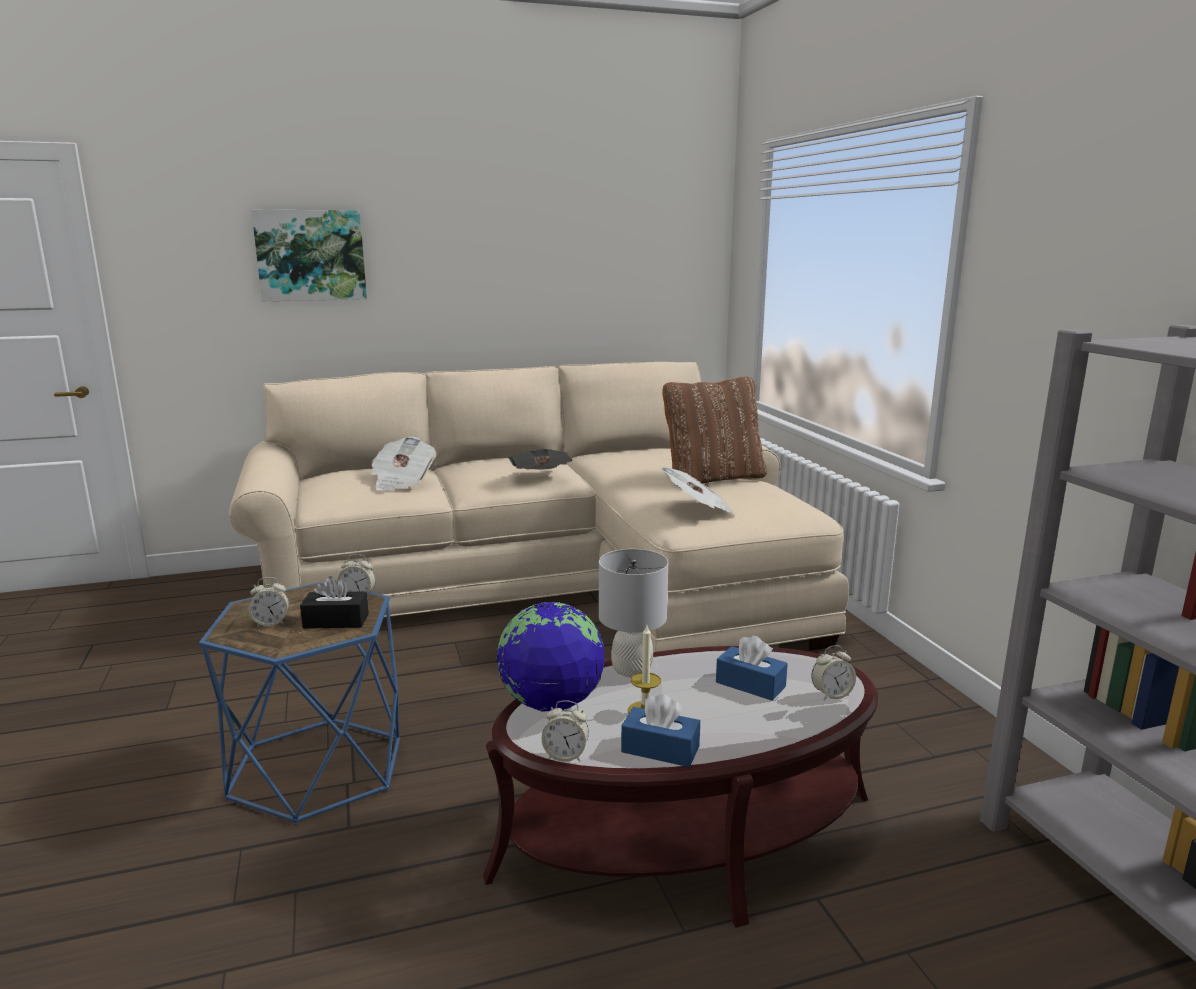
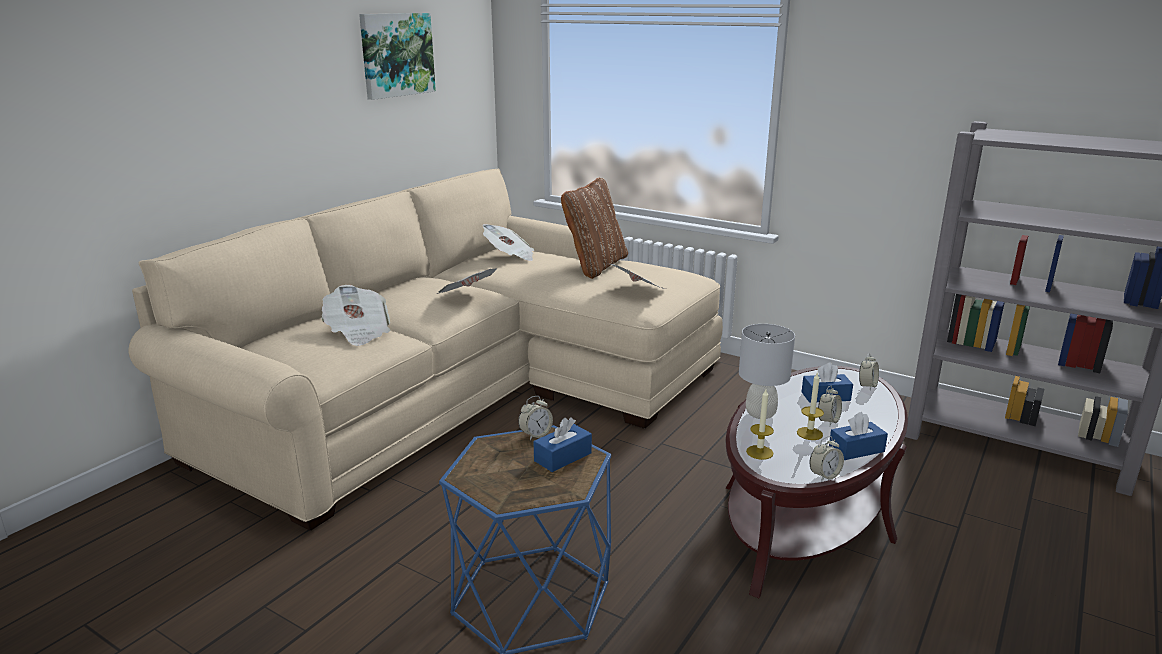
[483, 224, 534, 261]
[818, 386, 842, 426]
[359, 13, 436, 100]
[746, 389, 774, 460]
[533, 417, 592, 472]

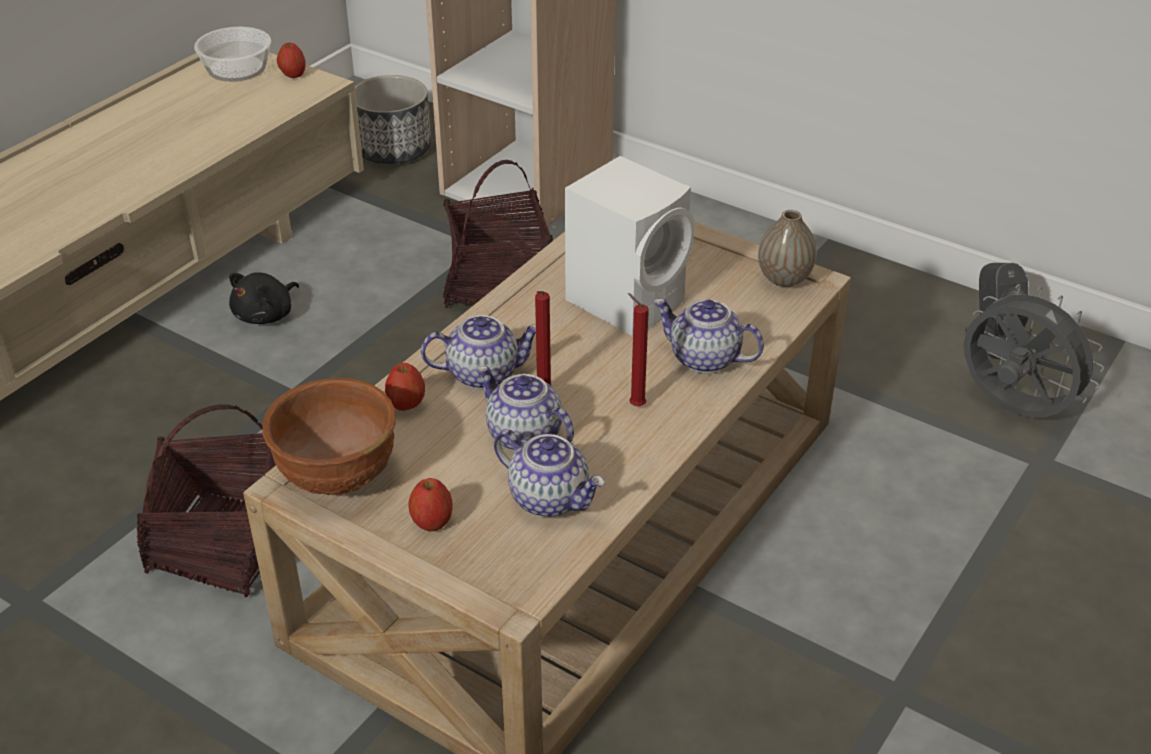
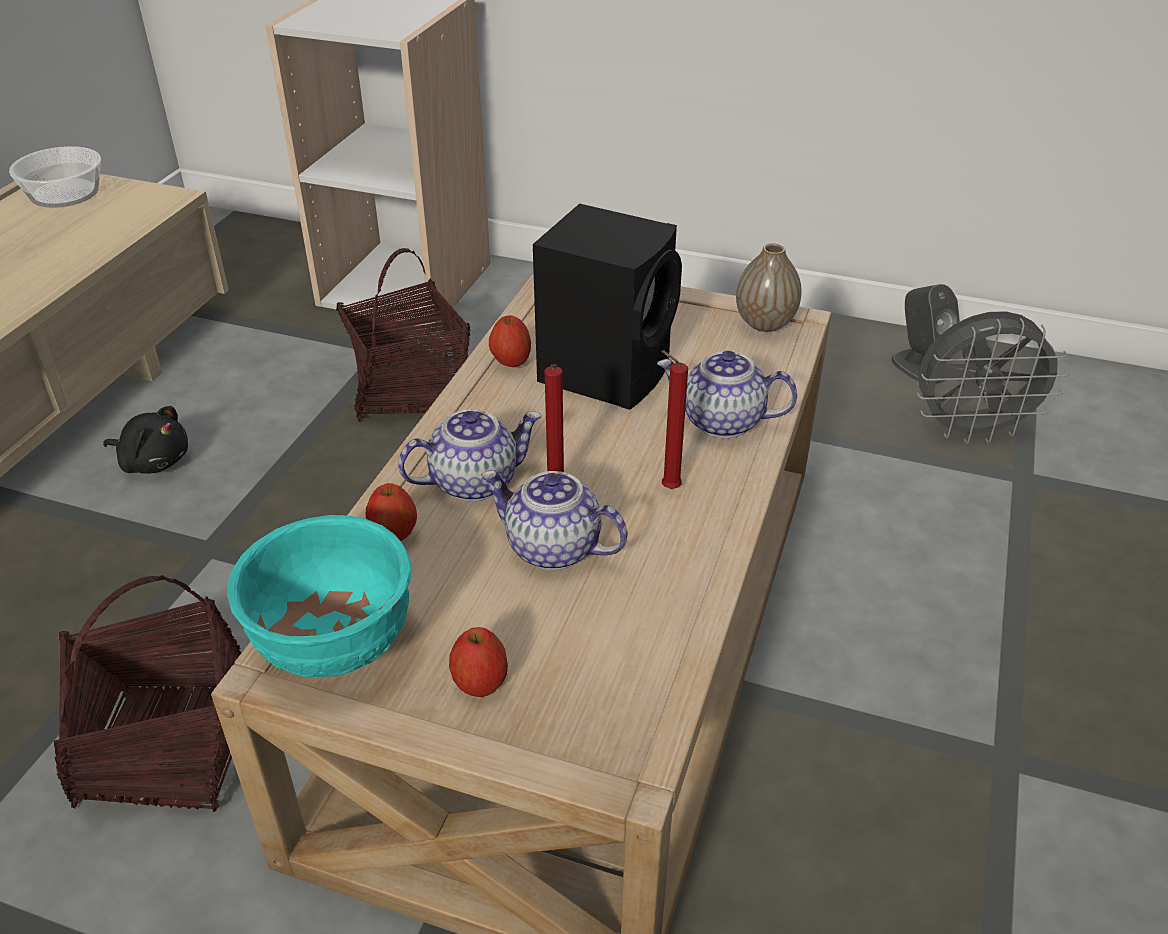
[355, 75, 431, 164] (first image)
[494, 430, 605, 517] (first image)
[489, 315, 531, 367]
[227, 515, 412, 678]
[533, 203, 682, 410]
[103, 406, 188, 474]
[917, 311, 1069, 444]

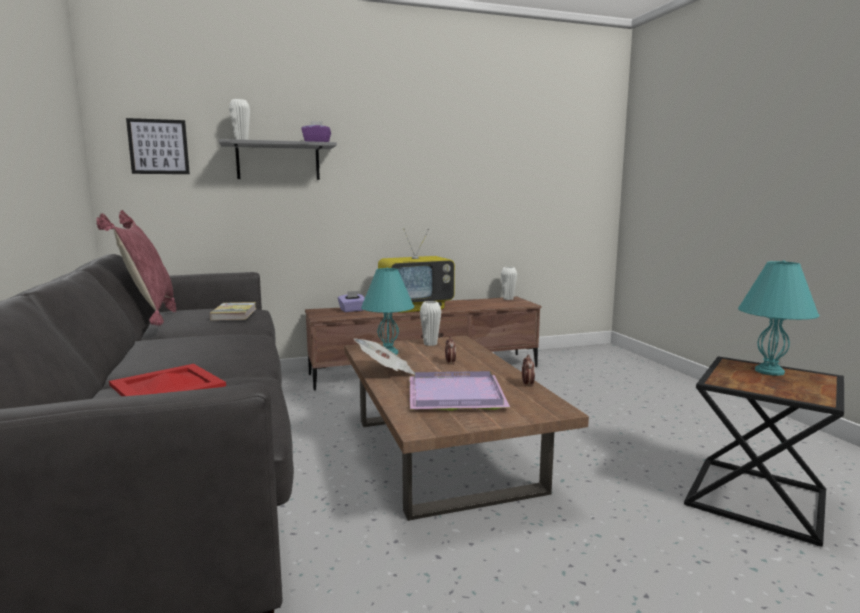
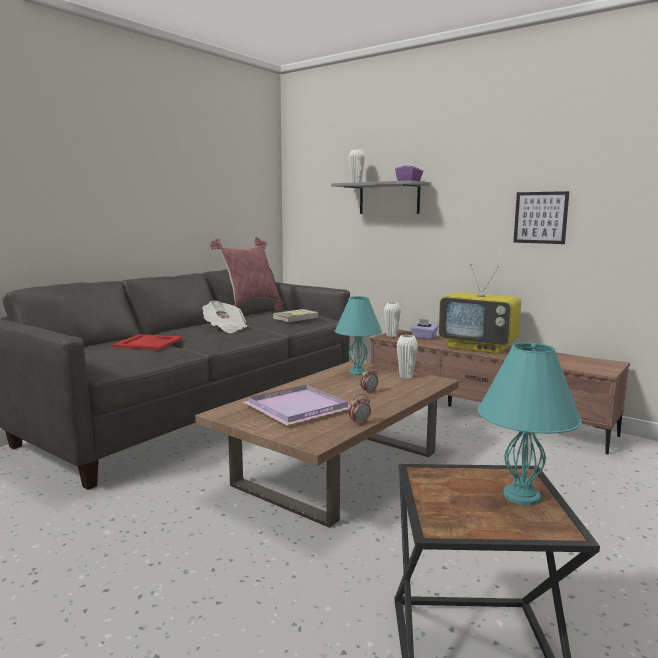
[513, 191, 569, 244]
[202, 301, 247, 333]
[384, 302, 401, 337]

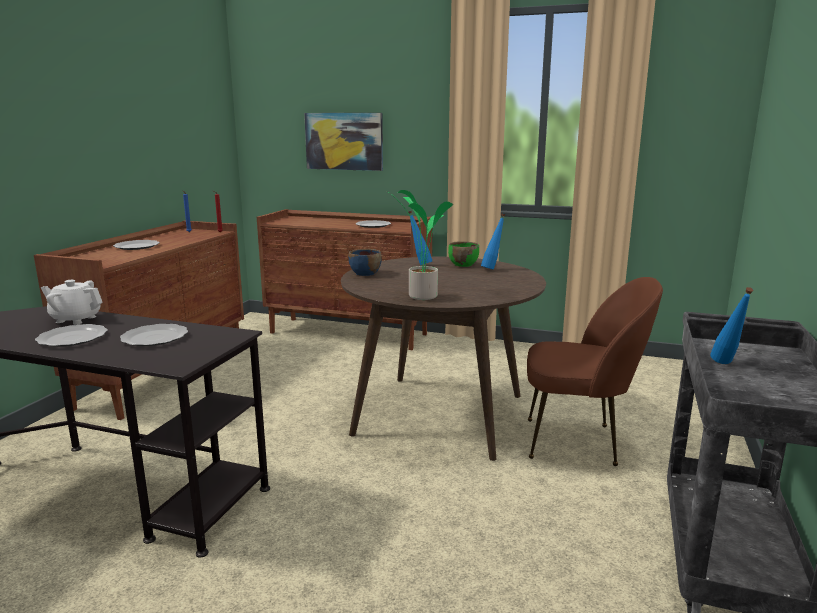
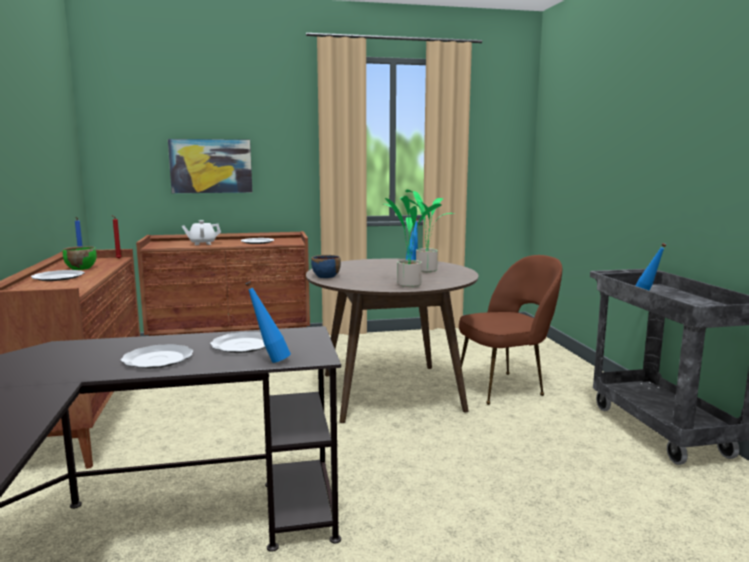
[405, 190, 454, 272]
[182, 220, 221, 245]
[245, 281, 291, 363]
[63, 246, 97, 270]

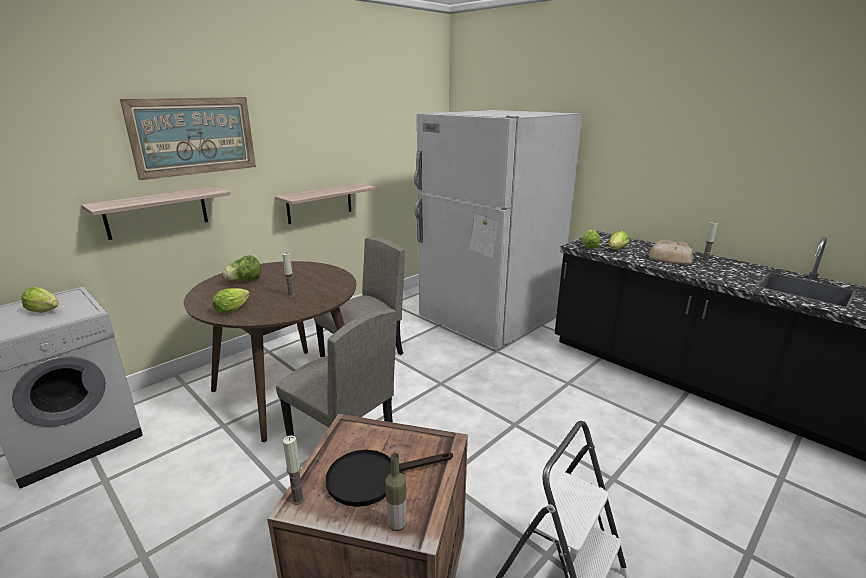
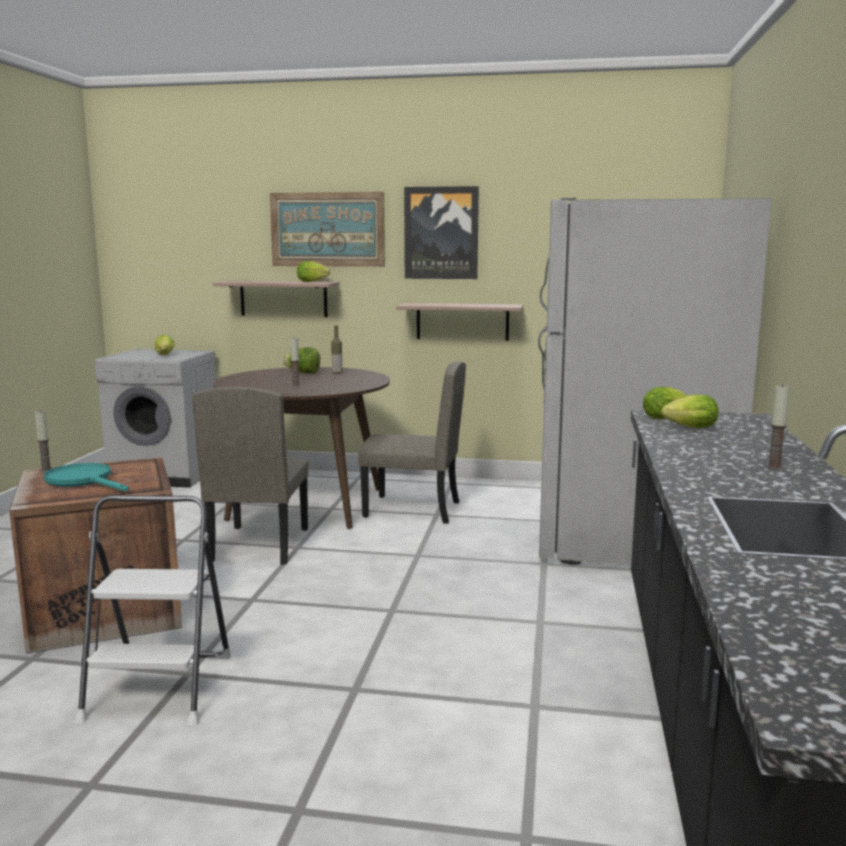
[649, 240, 694, 264] (first image)
[404, 186, 479, 279]
[297, 261, 330, 282]
[331, 326, 342, 374]
[44, 463, 129, 491]

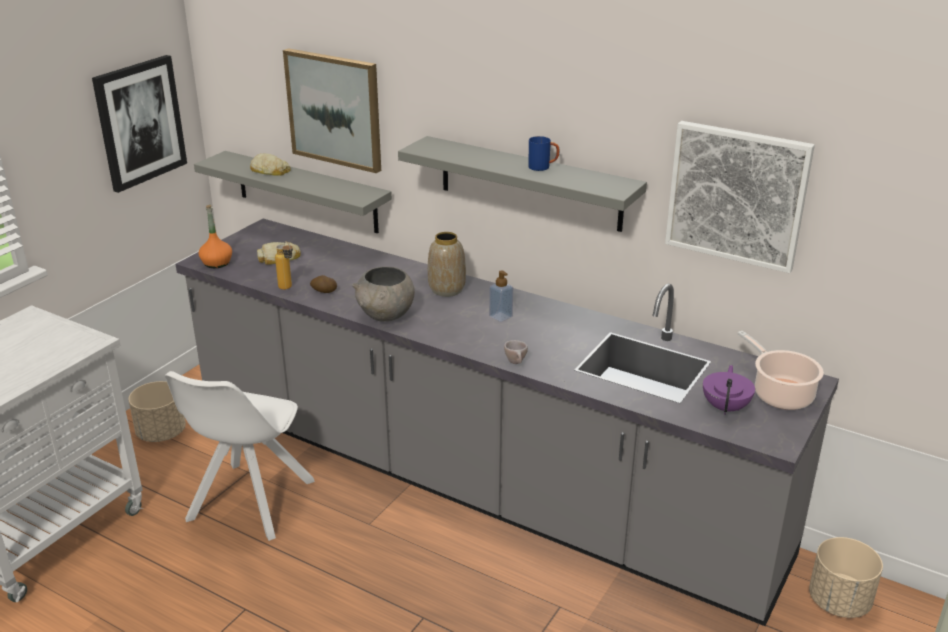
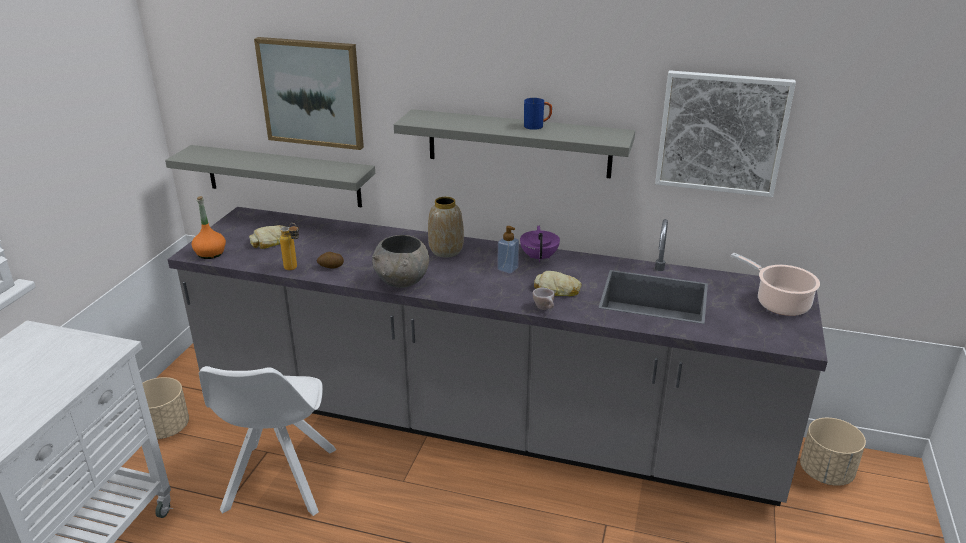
[92, 55, 187, 193] (first image)
[534, 271, 581, 296]
[520, 225, 560, 262]

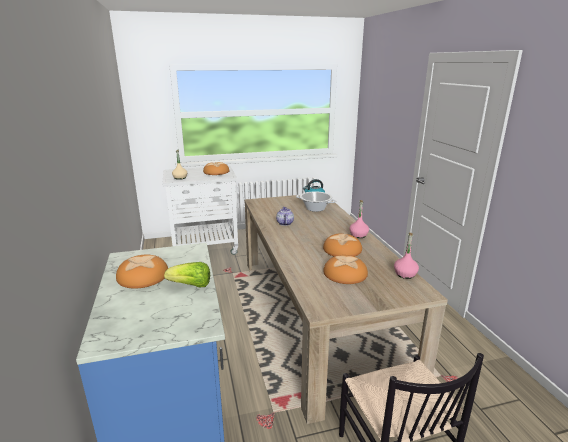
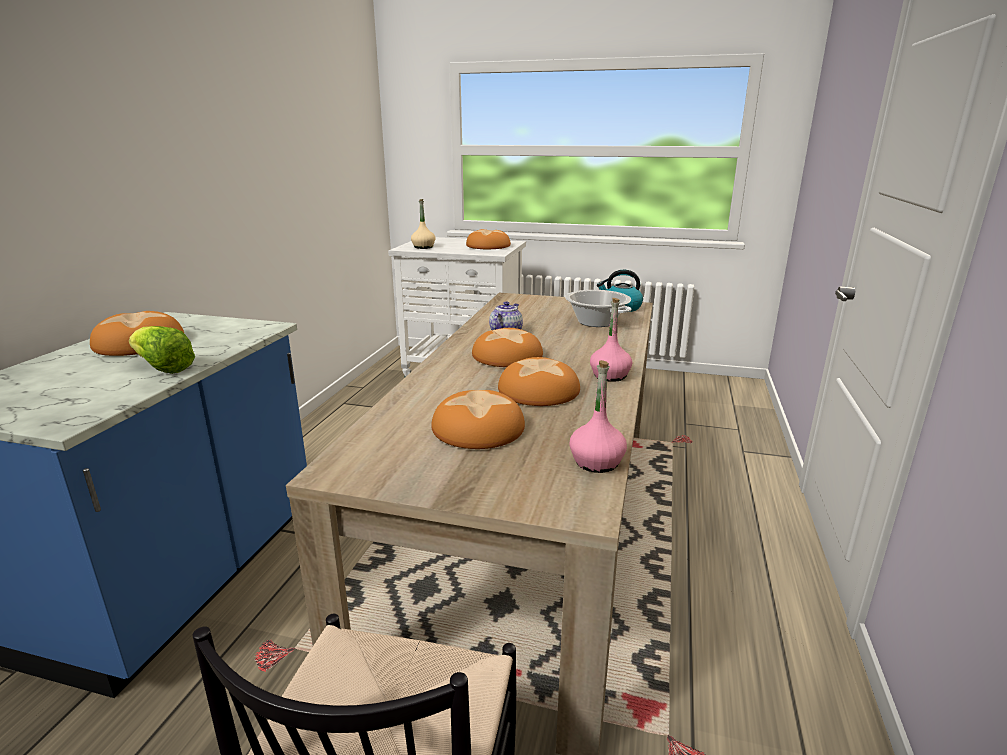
[472, 328, 543, 367]

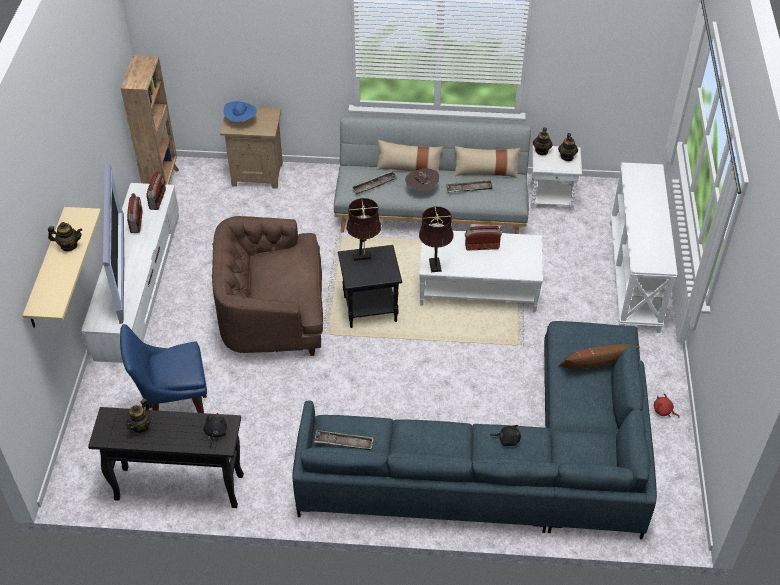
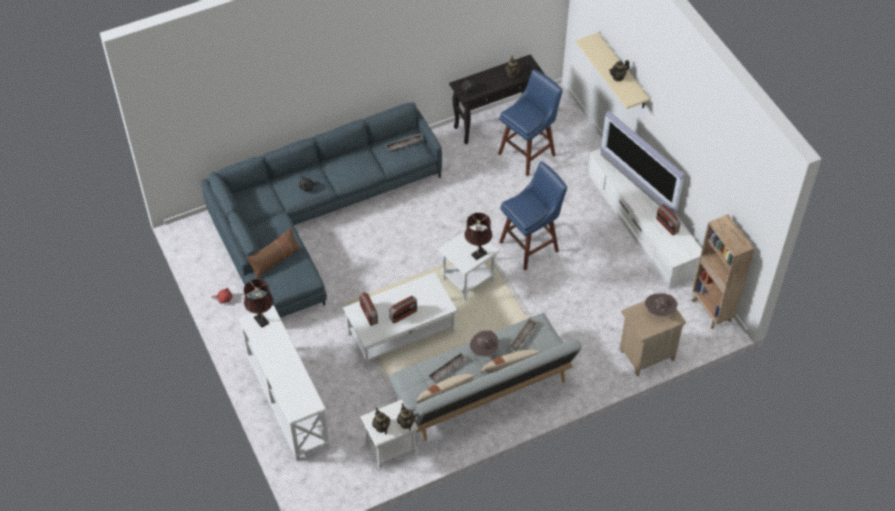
[359, 292, 378, 326]
[244, 279, 273, 328]
[499, 162, 567, 270]
[645, 293, 678, 317]
[438, 226, 499, 301]

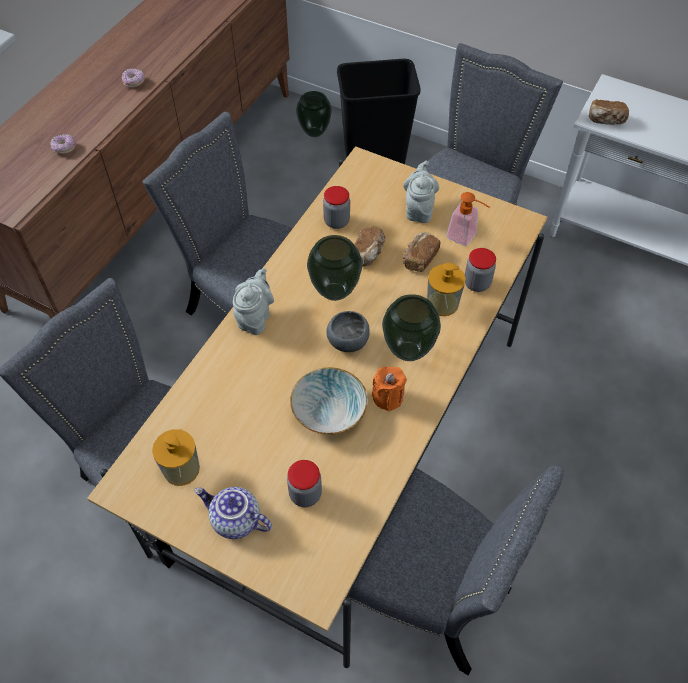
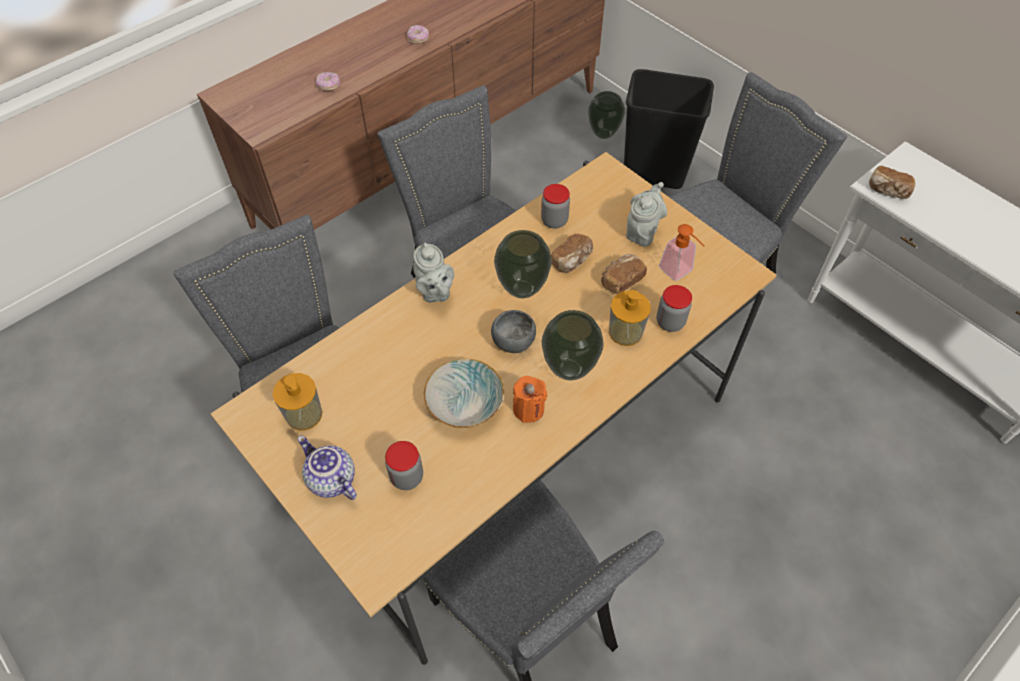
[413, 243, 454, 303]

